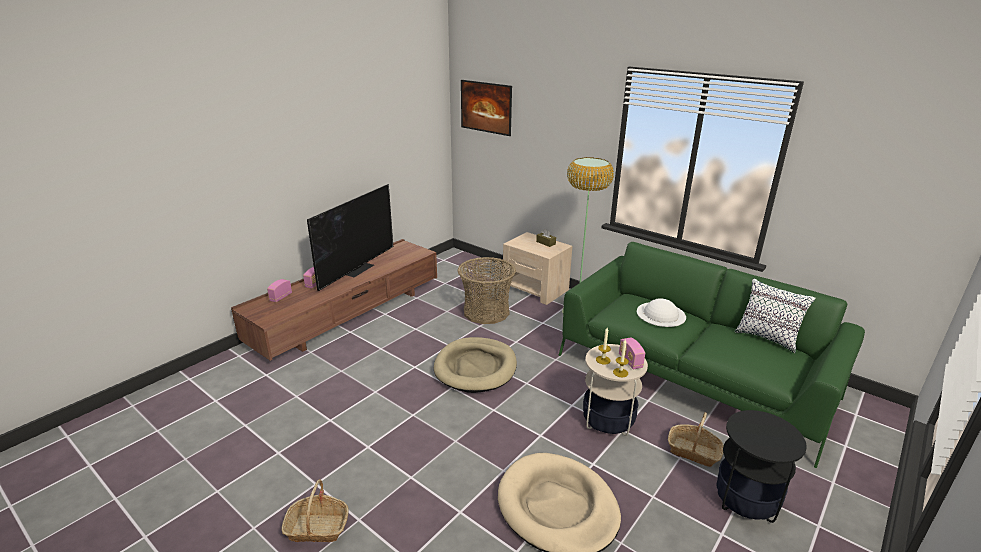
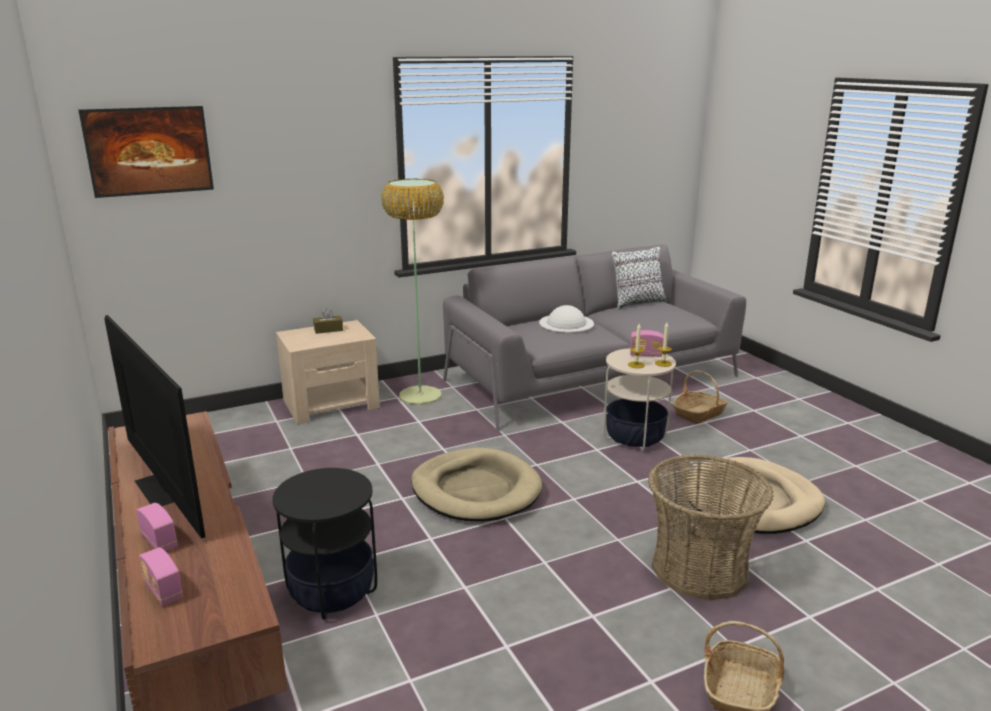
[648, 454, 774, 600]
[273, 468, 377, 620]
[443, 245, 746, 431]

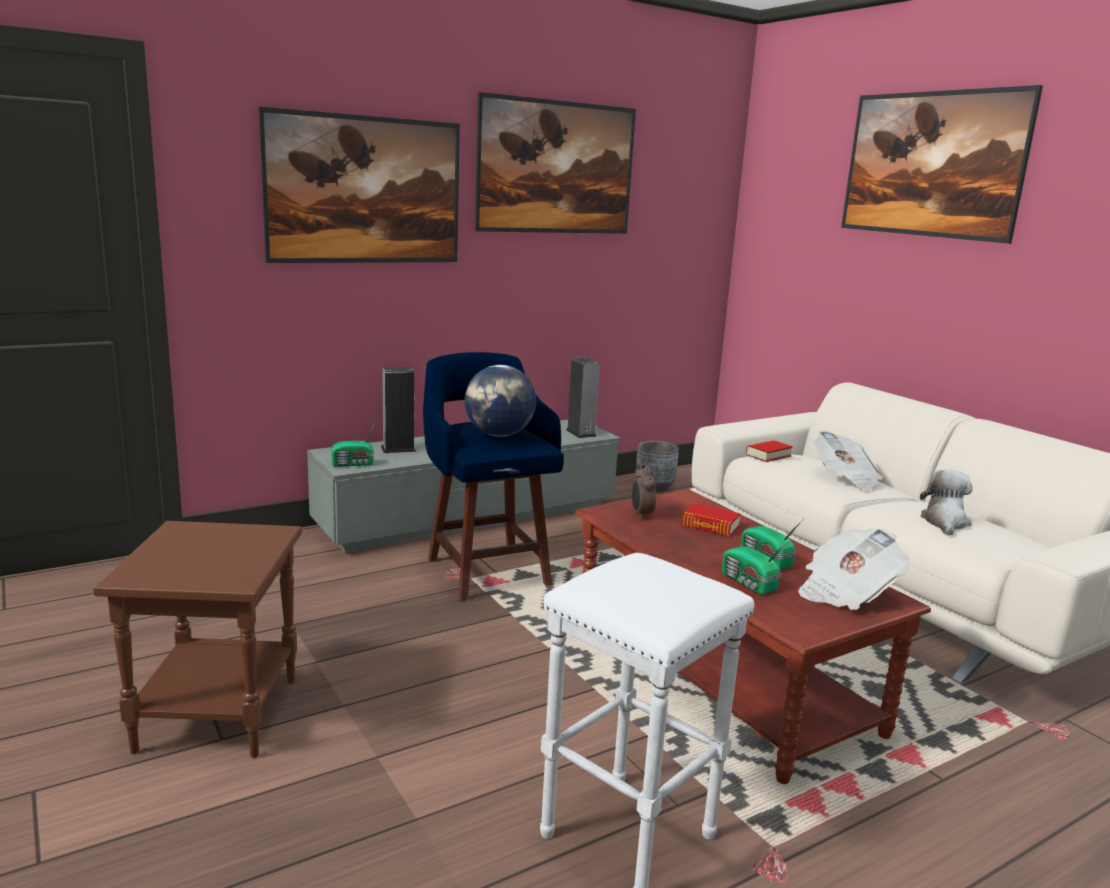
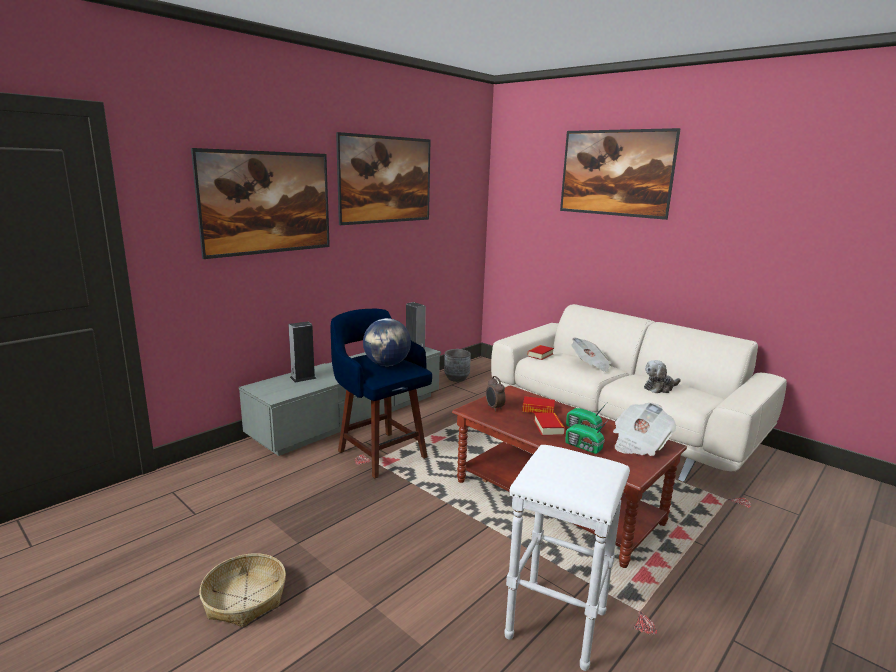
[331, 423, 375, 467] (first image)
[534, 413, 565, 436]
[199, 553, 286, 627]
[644, 360, 681, 393]

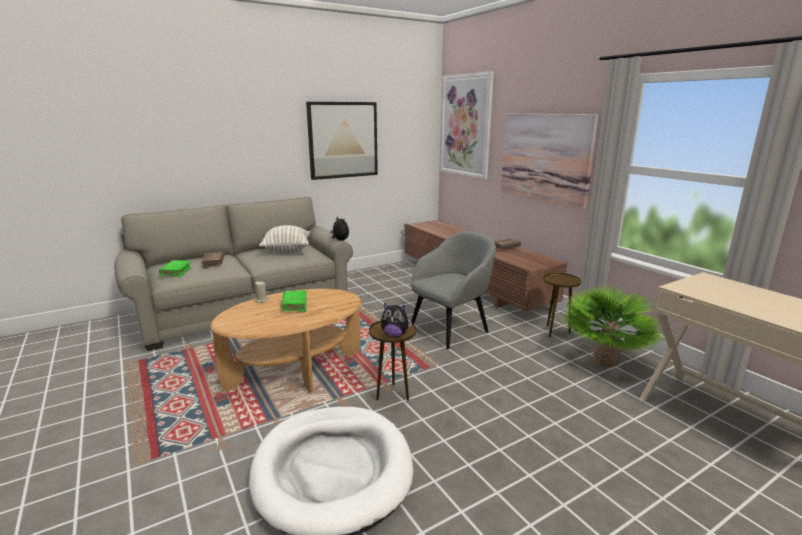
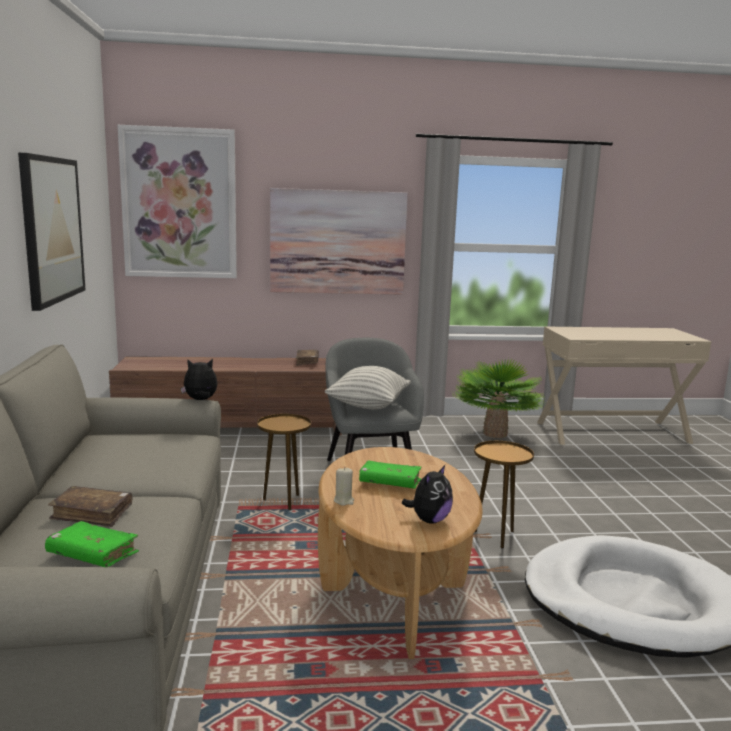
[325, 366, 410, 410]
[402, 465, 453, 524]
[257, 414, 311, 510]

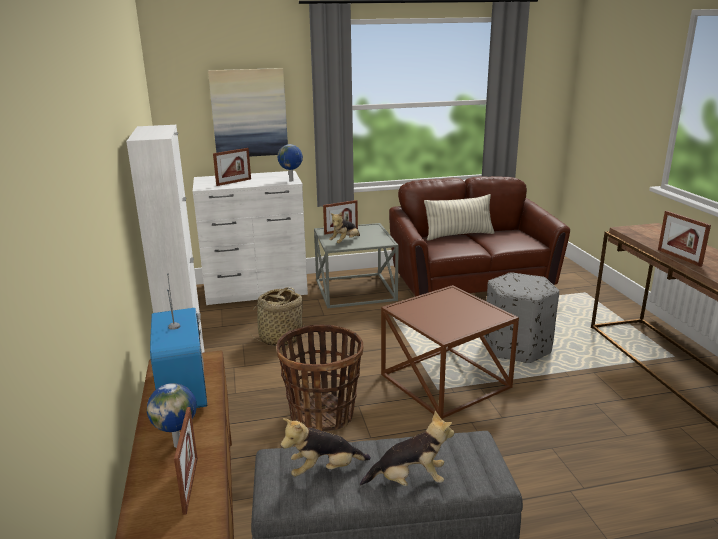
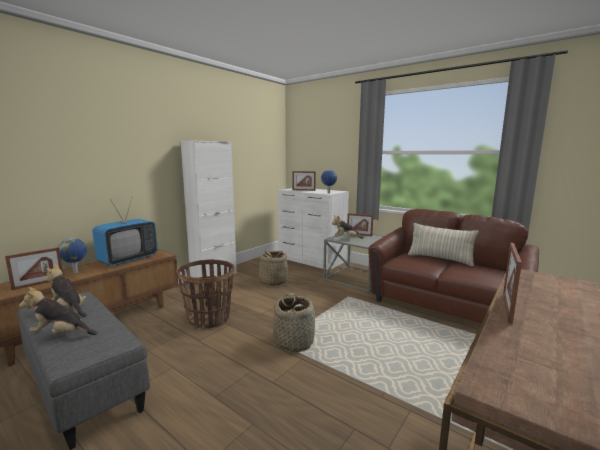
[208, 68, 288, 157] (first image)
[484, 272, 559, 363] (first image)
[273, 293, 315, 352]
[19, 287, 98, 335]

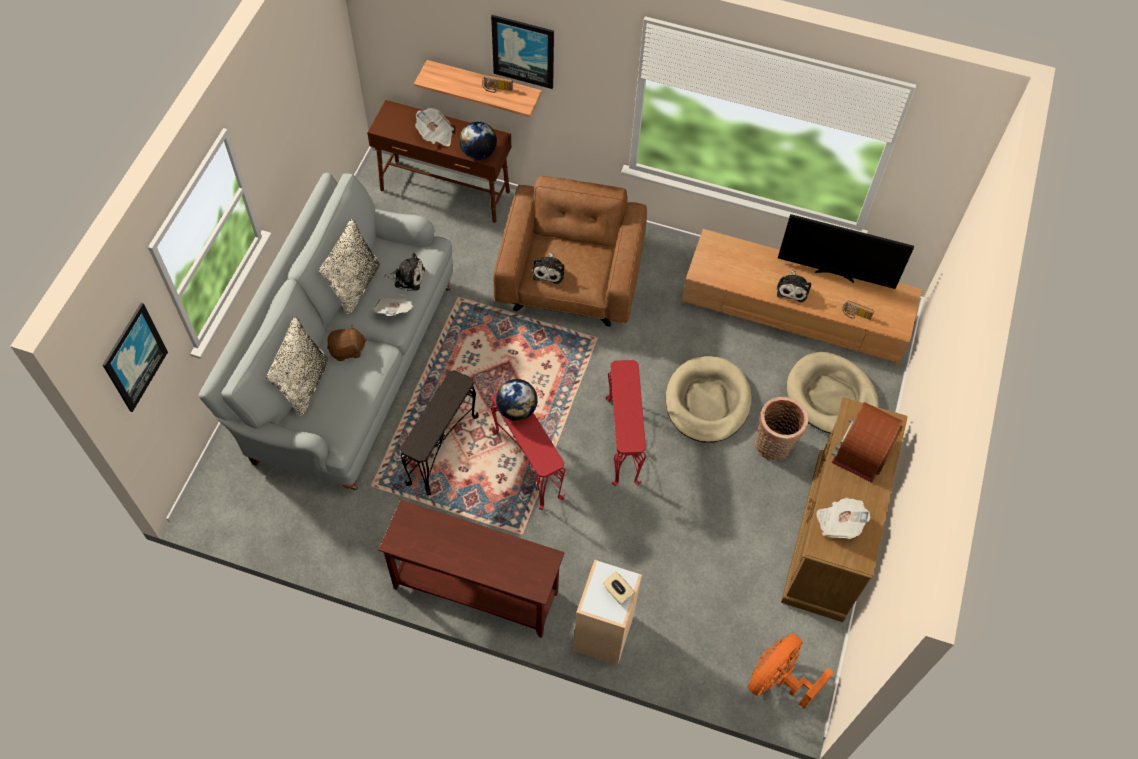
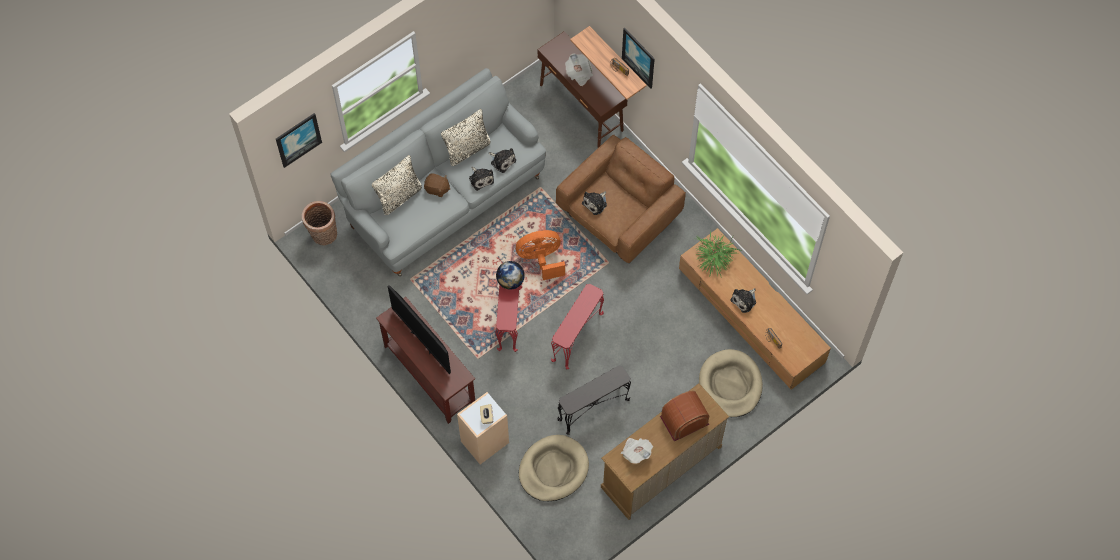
[459, 122, 497, 160] (first image)
[696, 231, 741, 278]
[557, 365, 631, 435]
[519, 435, 589, 501]
[516, 230, 565, 280]
[302, 201, 337, 246]
[388, 285, 451, 374]
[469, 167, 494, 191]

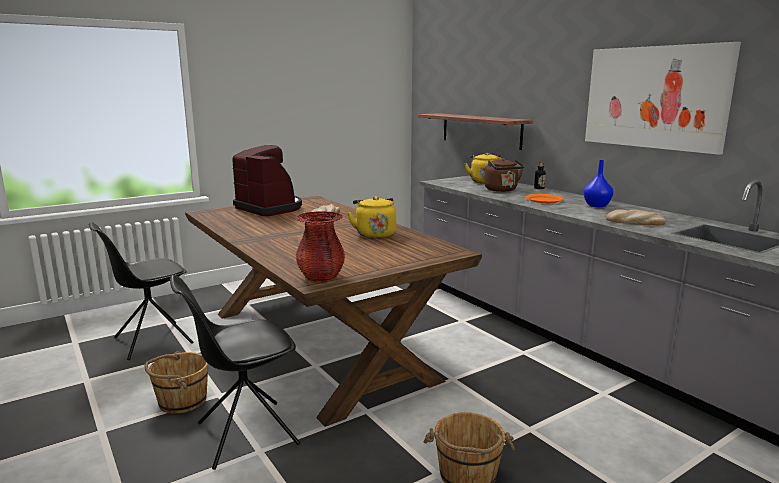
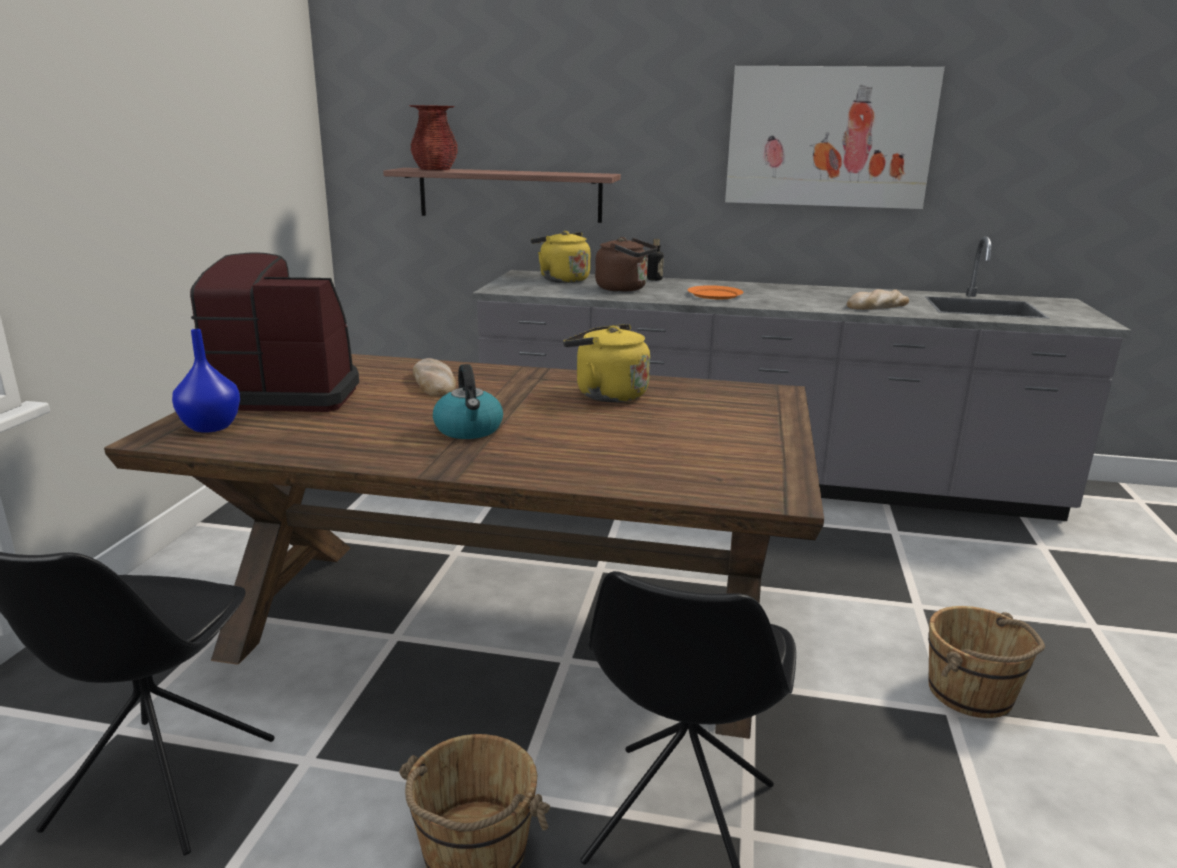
[433, 364, 503, 439]
[409, 105, 458, 170]
[172, 329, 240, 433]

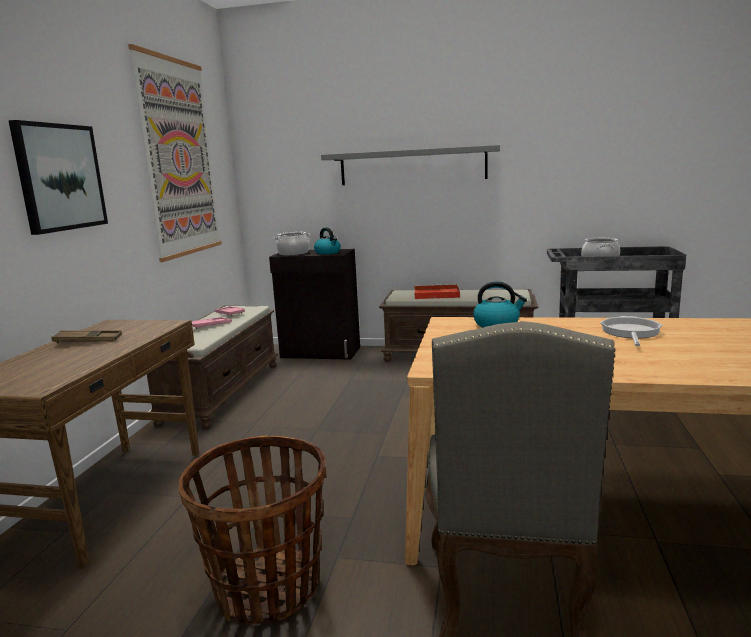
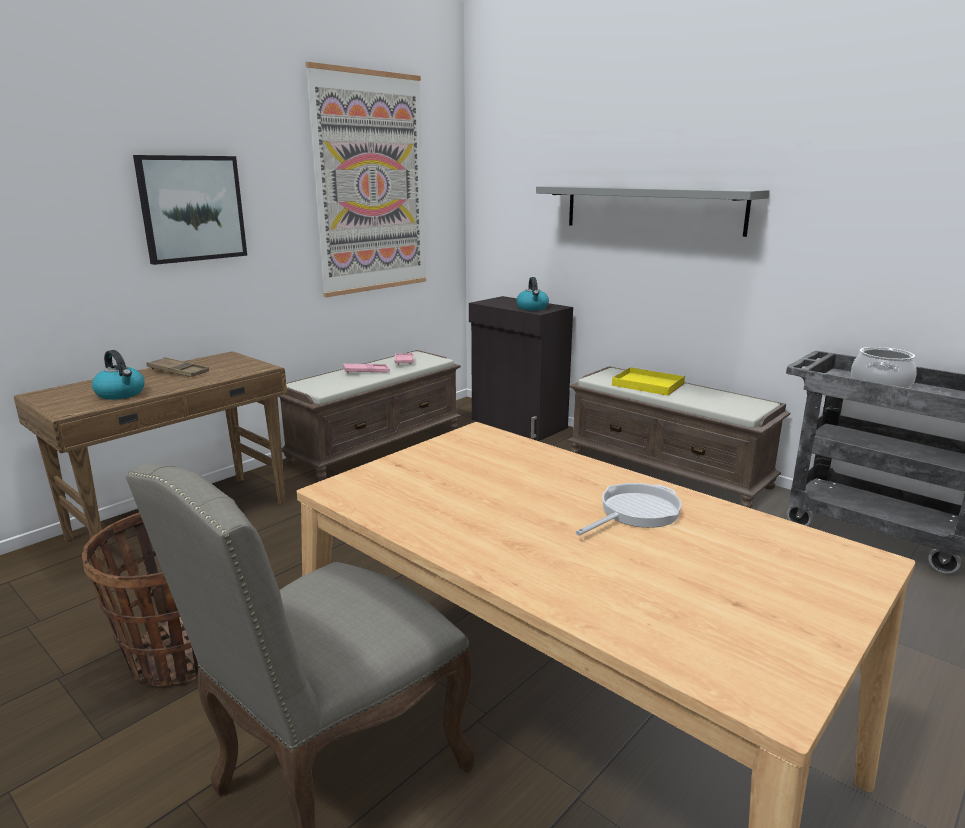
[274, 232, 311, 255] (first image)
[92, 350, 145, 400]
[612, 367, 685, 396]

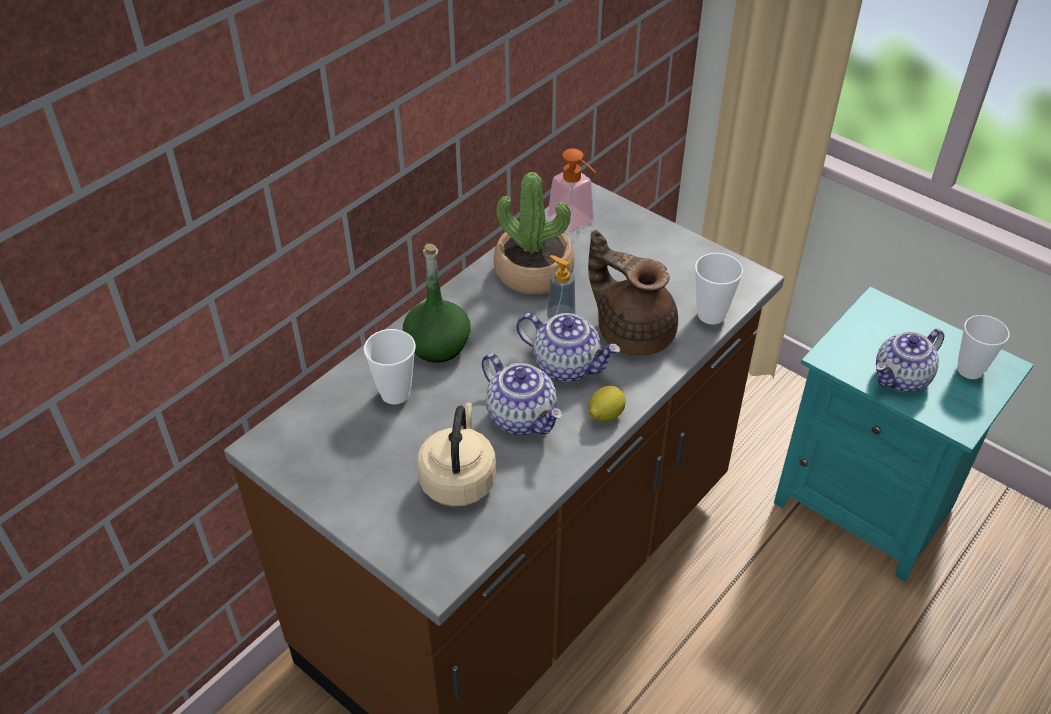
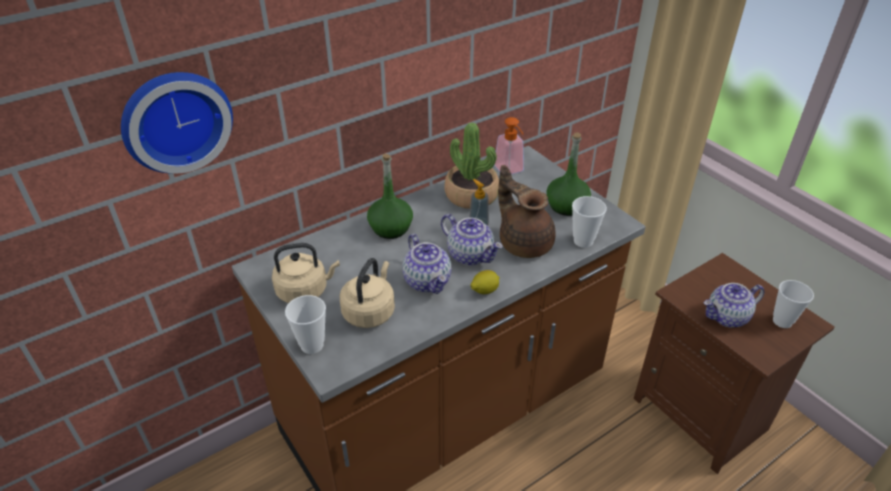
[121, 72, 233, 174]
[272, 243, 340, 303]
[546, 132, 591, 216]
[285, 295, 326, 354]
[634, 253, 835, 474]

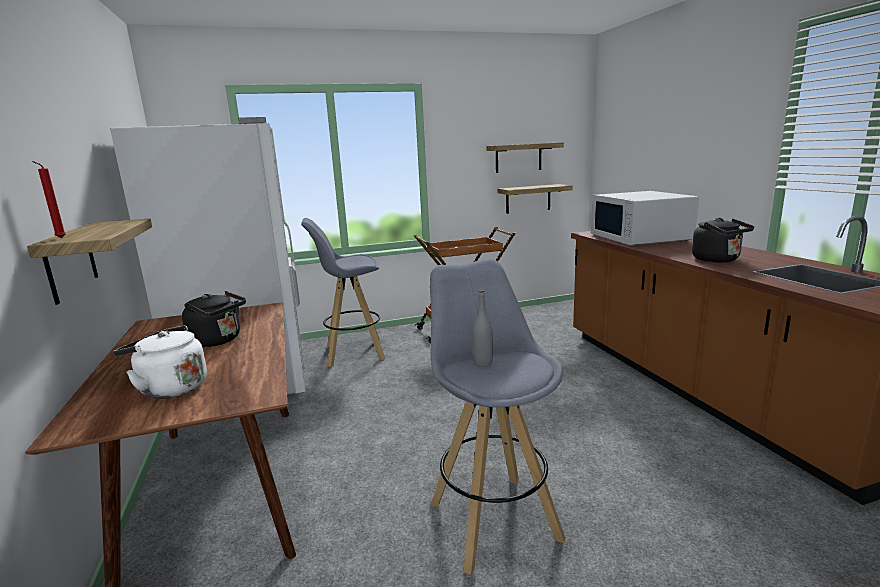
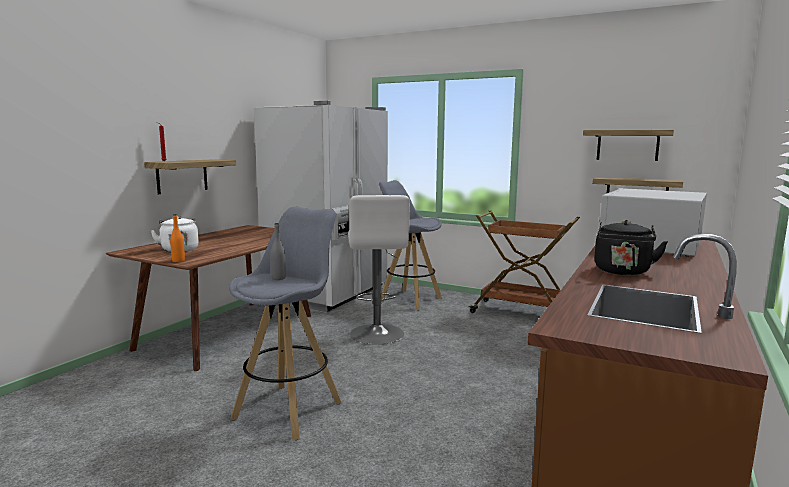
[182, 291, 246, 347] (first image)
[170, 214, 185, 262]
[348, 195, 410, 345]

